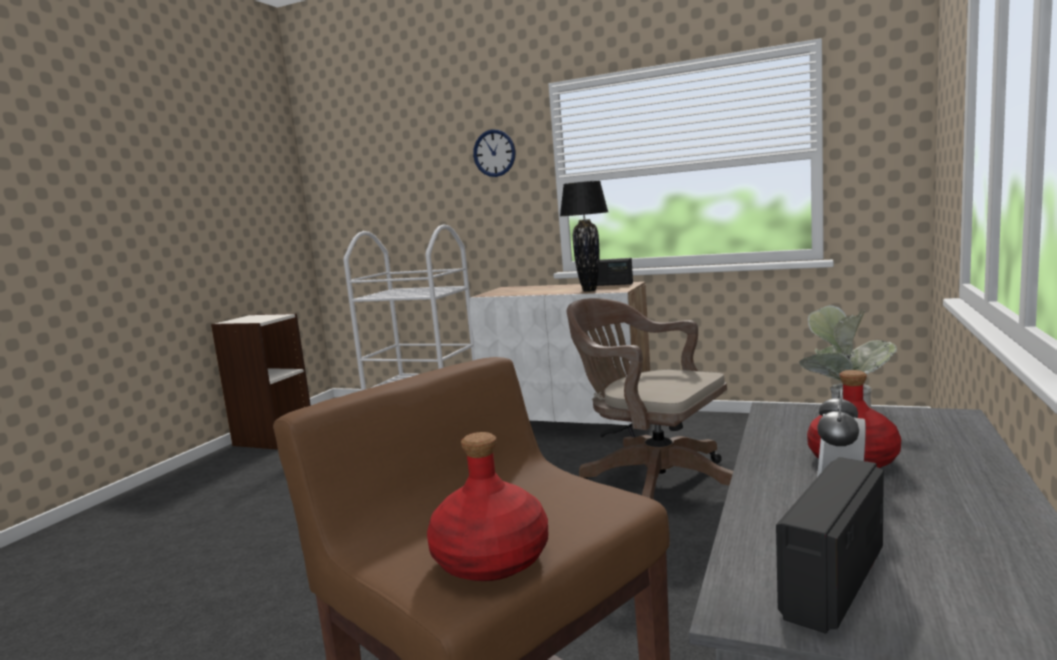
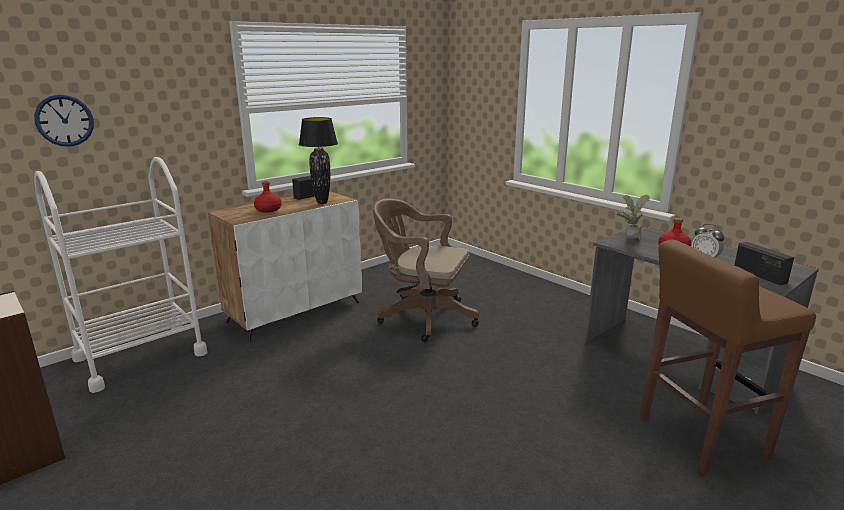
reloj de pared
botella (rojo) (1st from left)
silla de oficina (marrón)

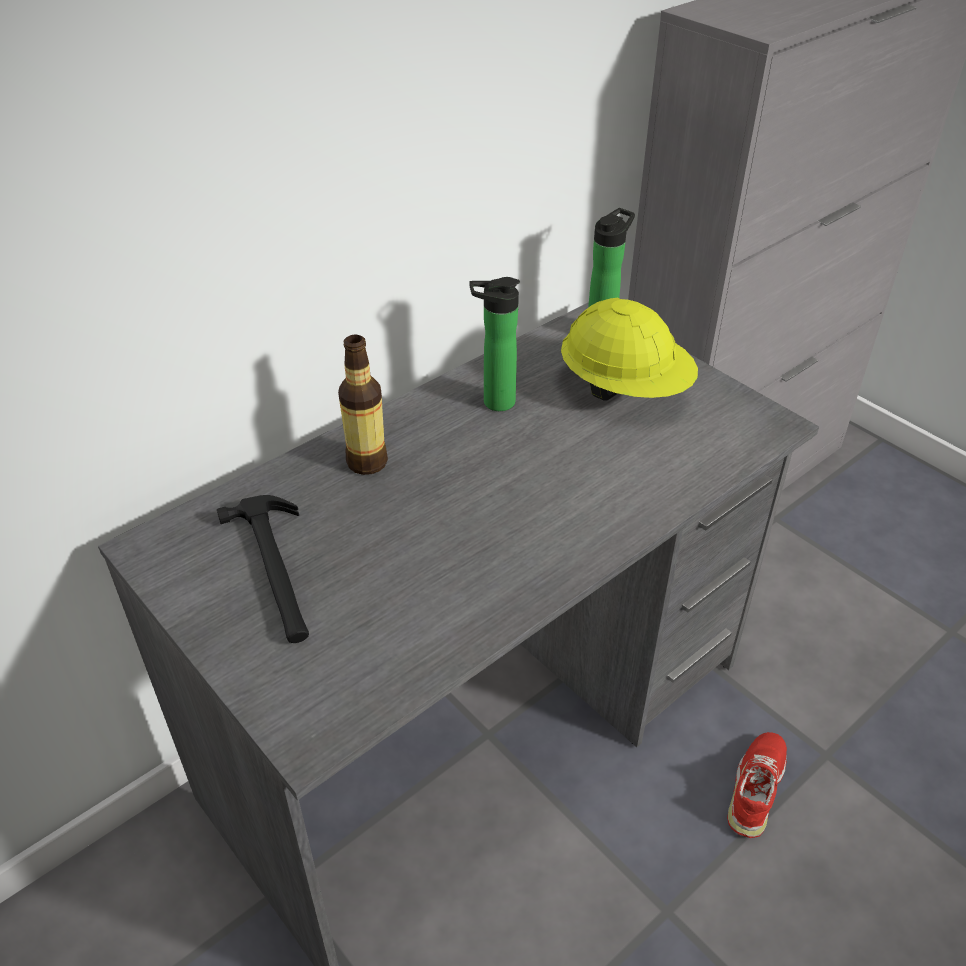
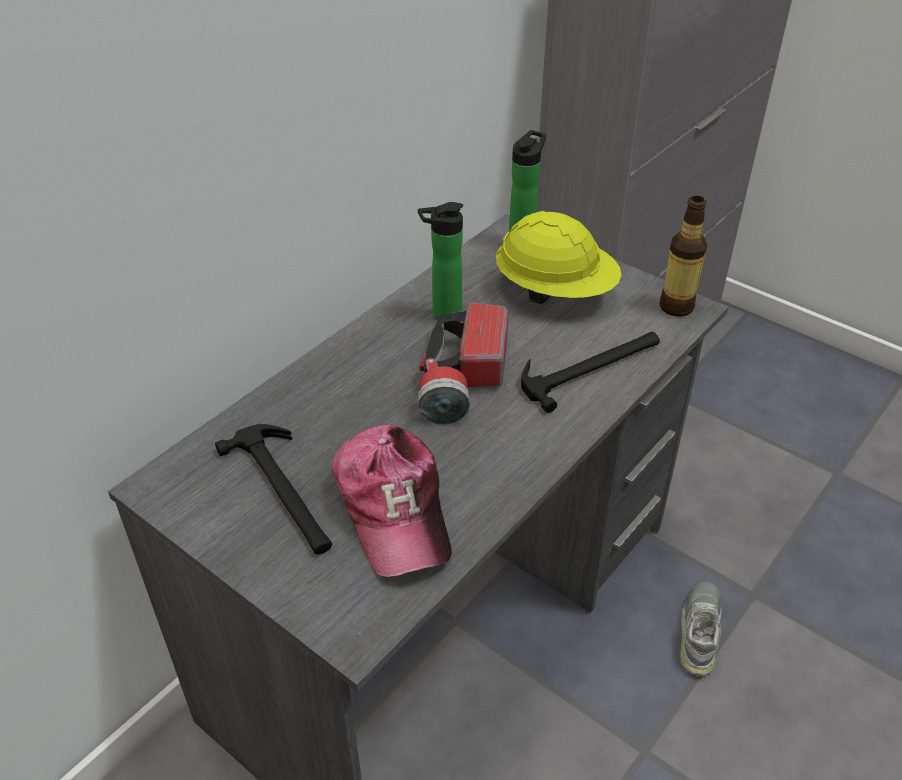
gorra
linterna
martillo (2nd from left)
botella (3rd from left)
zapato (gris)

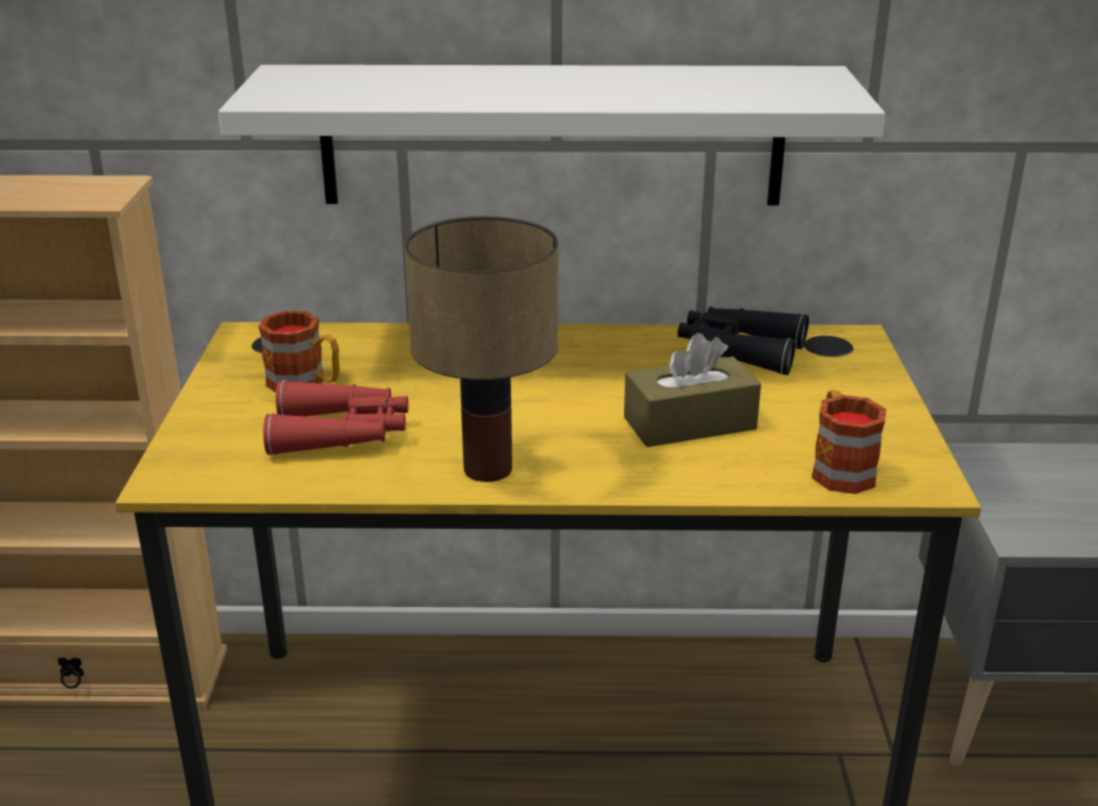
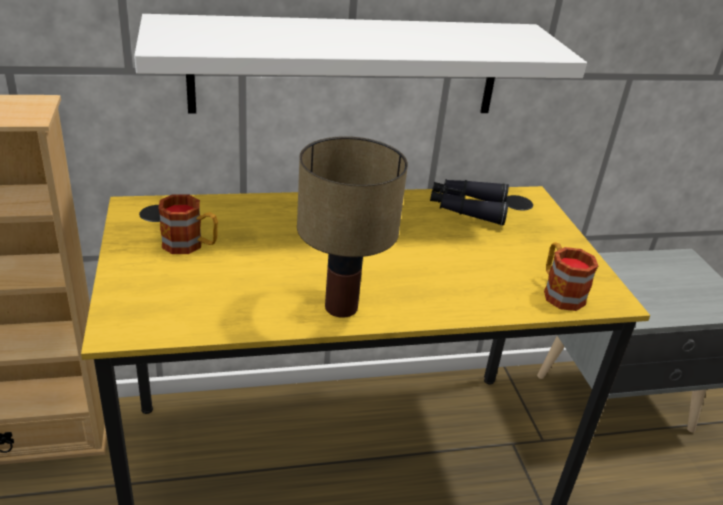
prismáticos (rojo)
caja de pañuelos (marrón)

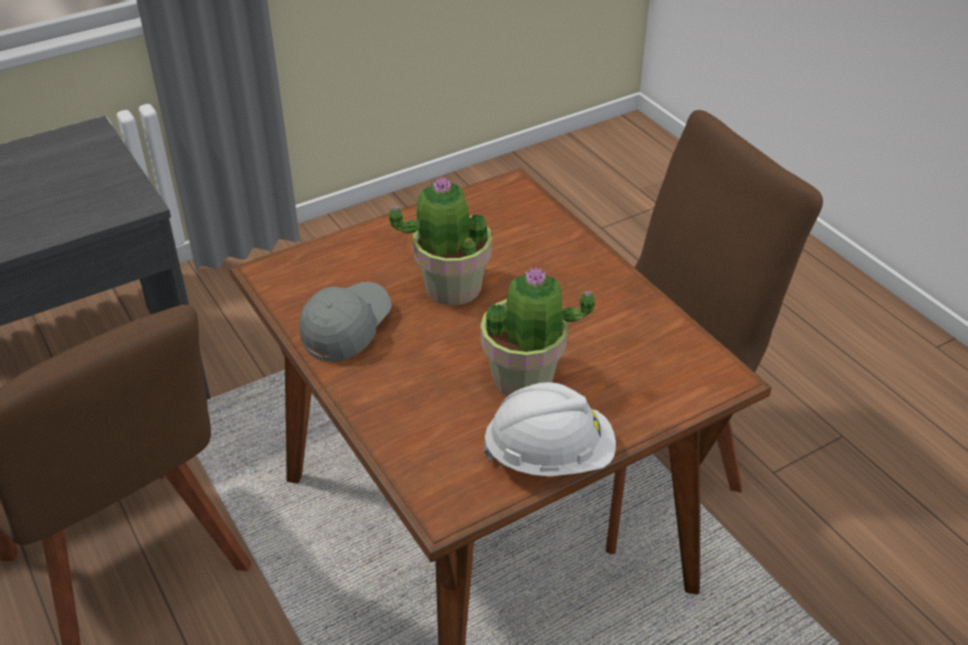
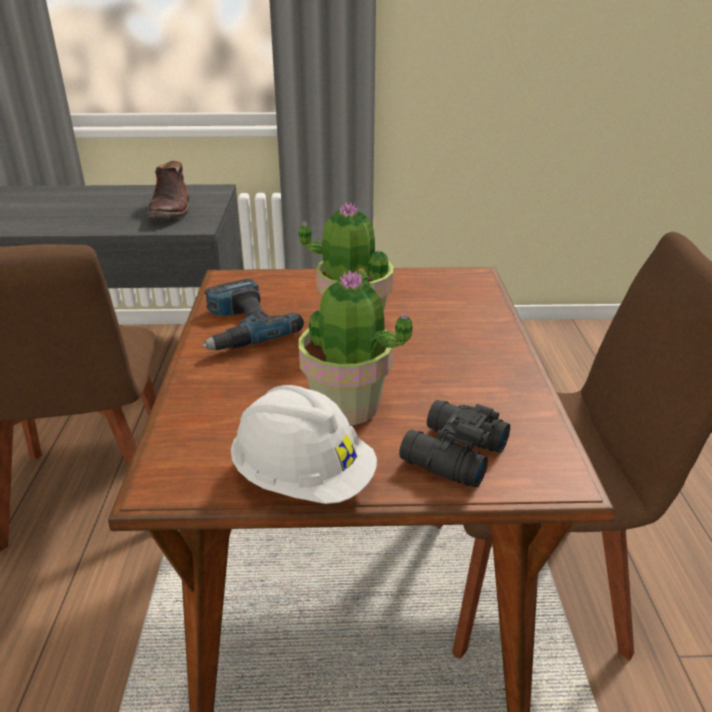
bota (marrón)
taladro
prismáticos (negro)

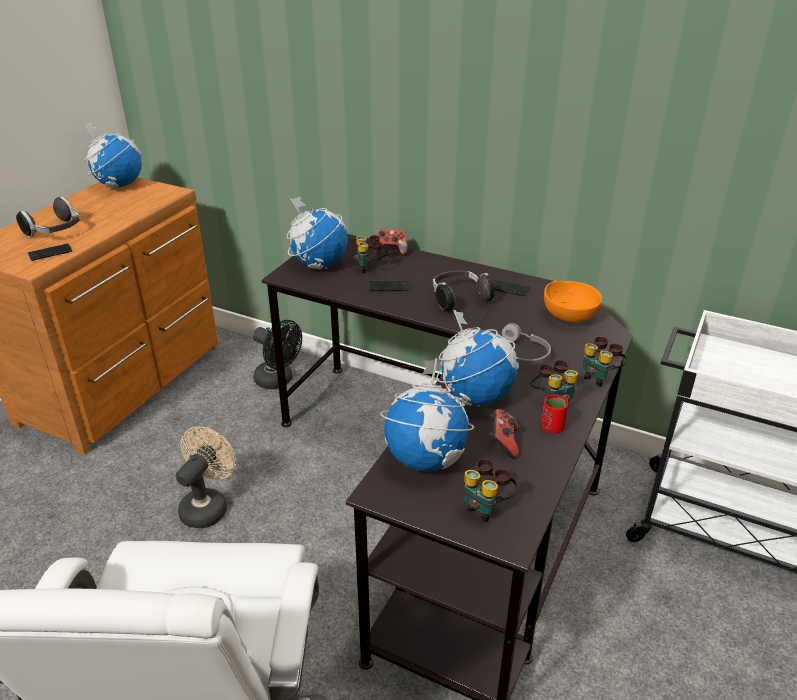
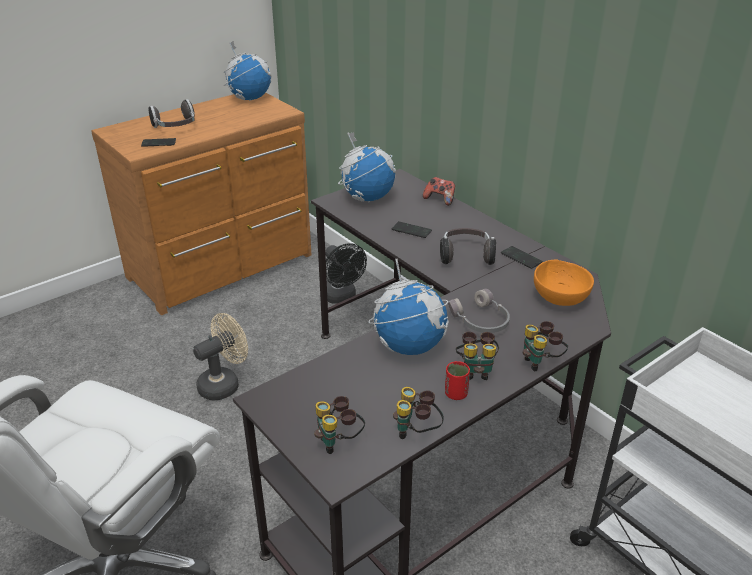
prismáticos (2nd from left)
globo terráqueo (3rd from left in the first image)
mando de consola (2nd from left in the first image)

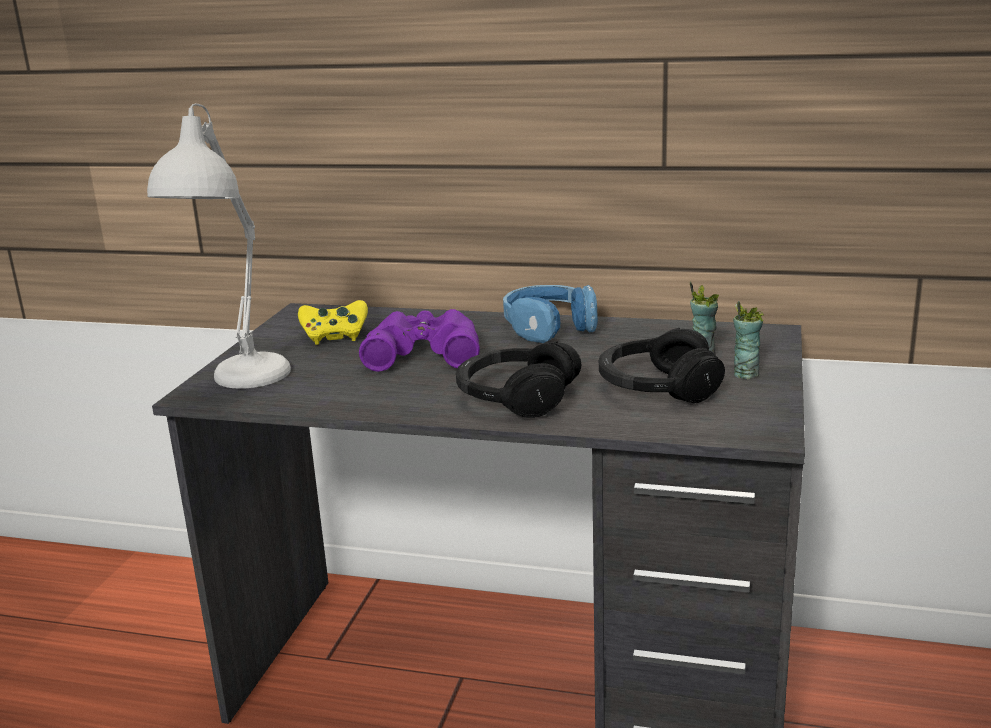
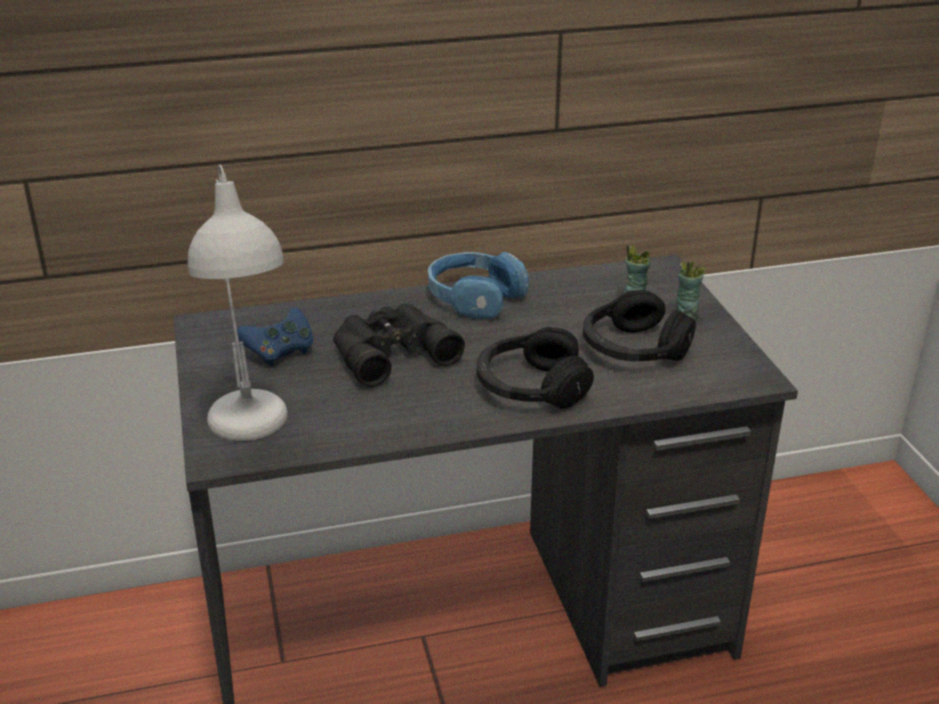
mando de consola (azul)
prismáticos (negro)

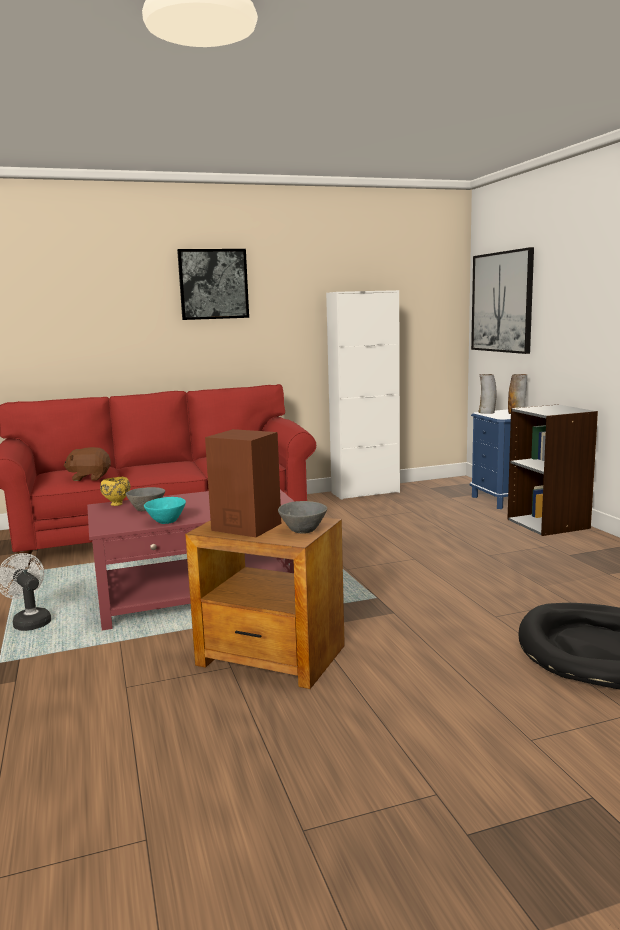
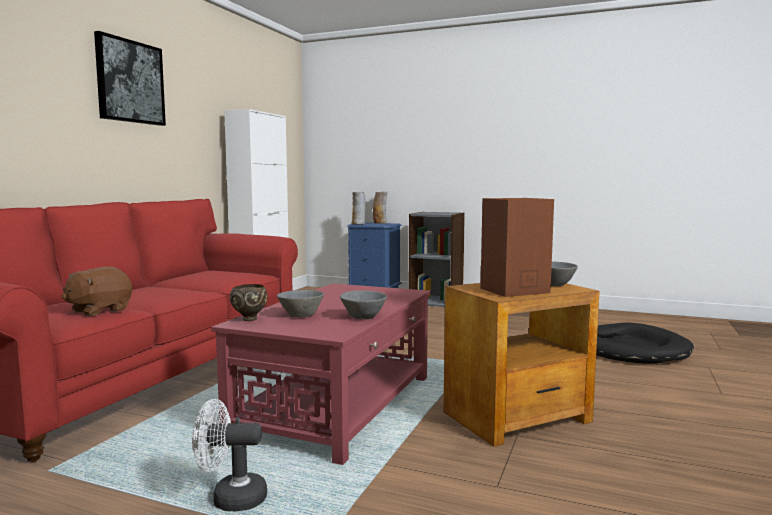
cuenco (marrón)
cuenco (gris) (2nd from left)
cuadro (2nd from left in the first image)

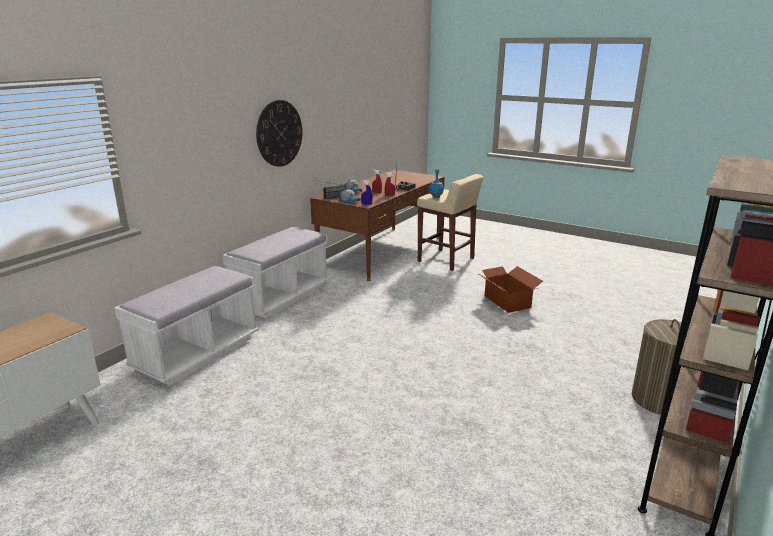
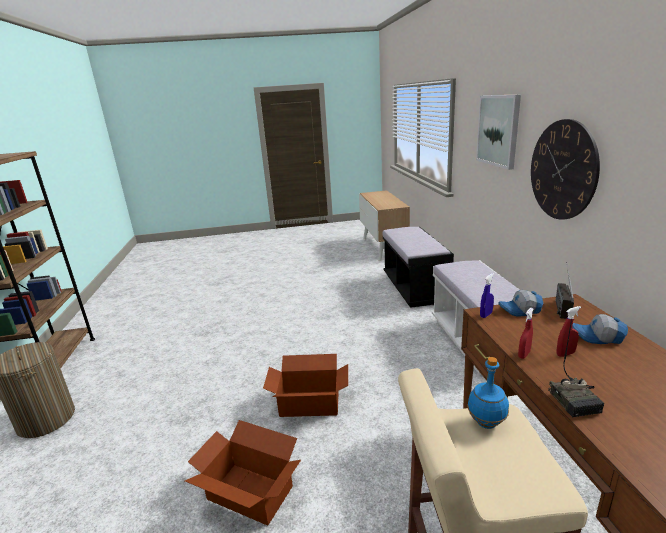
caja de cartón (2nd from left)
banco (negro)
cuadro

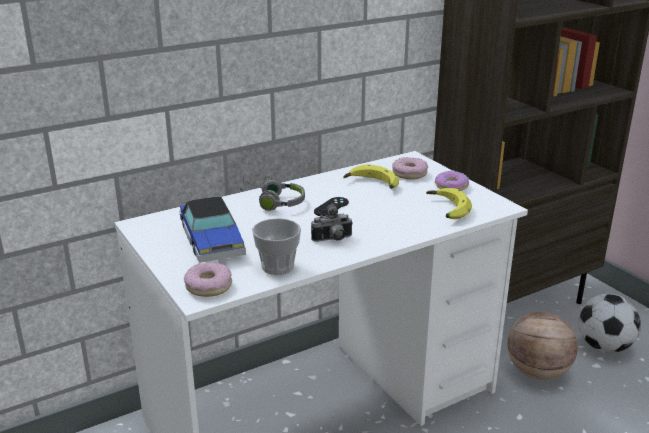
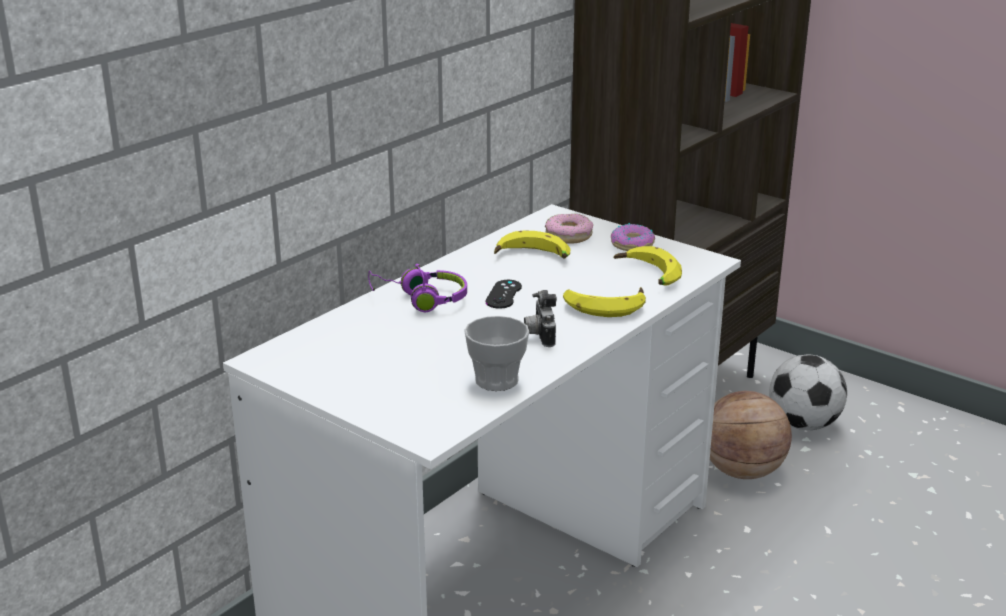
auriculares (morado)
cámara
plátano (2nd from left)
coche de juguete
rosquilla (1st from left in the first image)

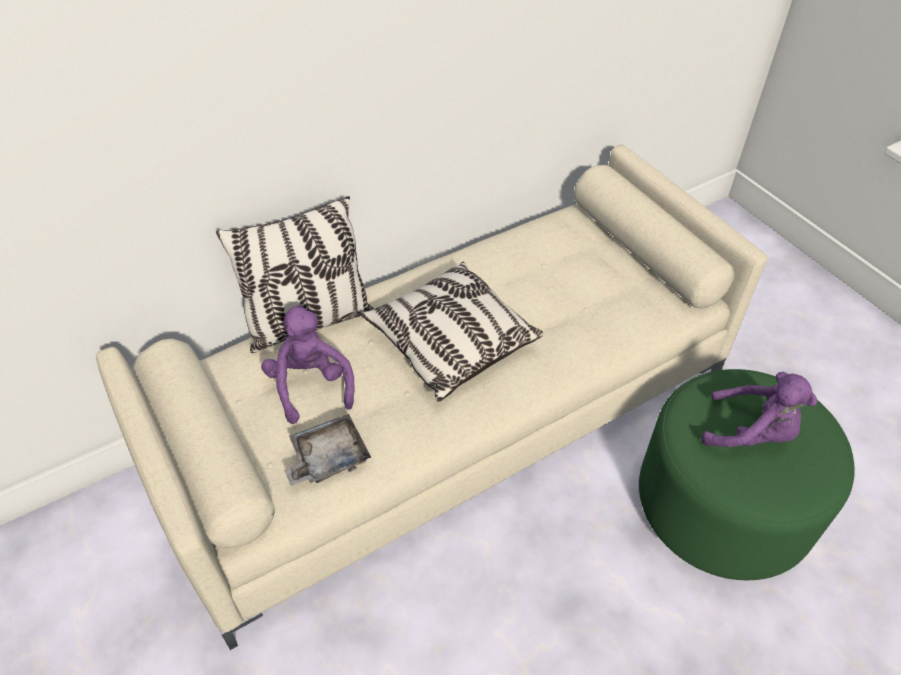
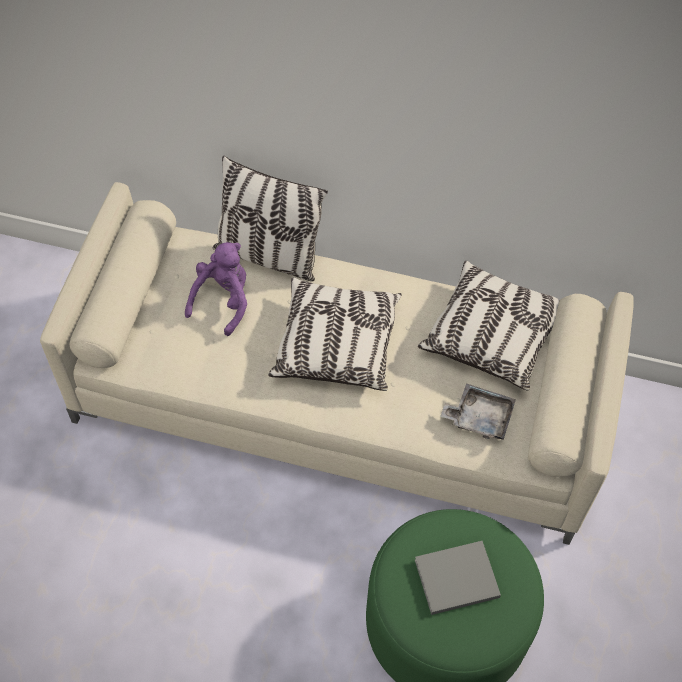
libro (gris)
cojín (3rd from left)
bandeja (gris)

